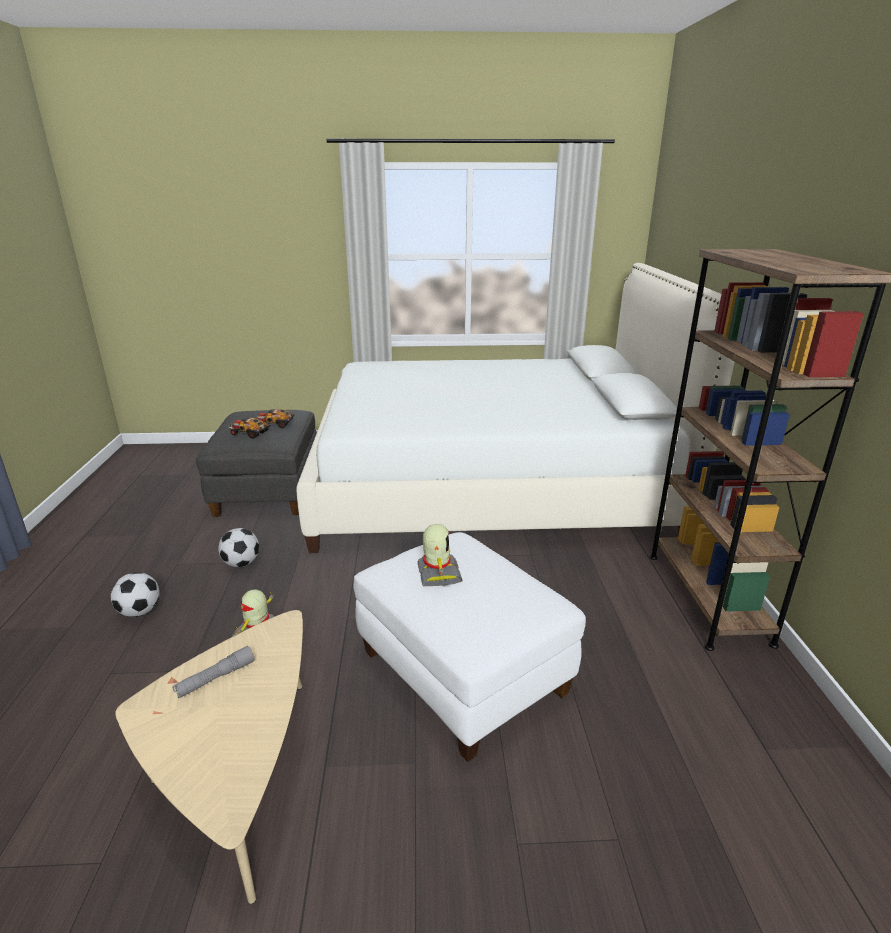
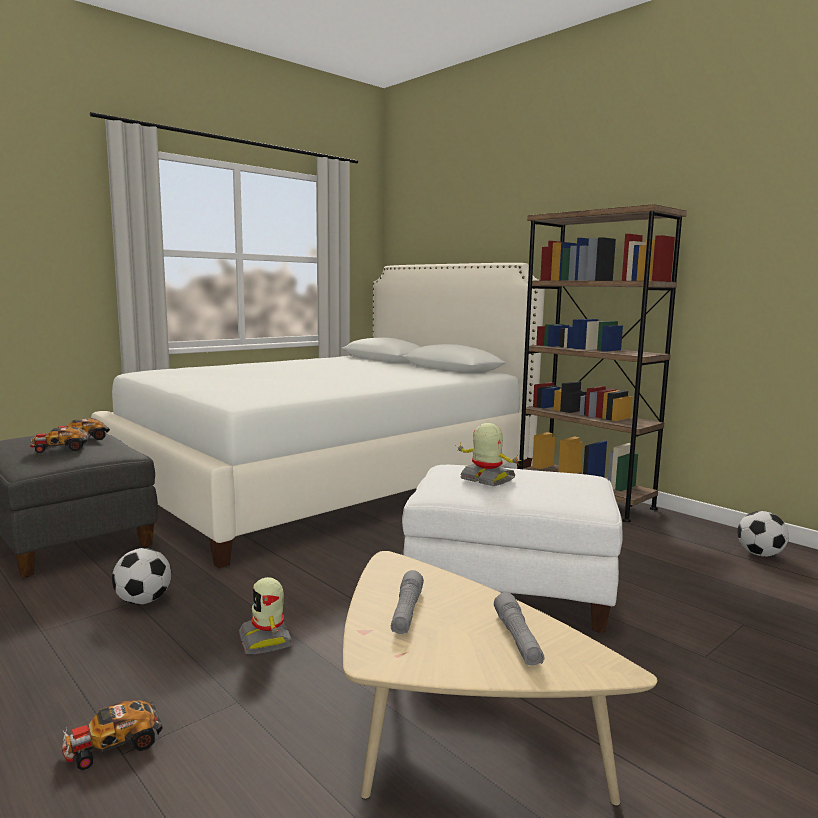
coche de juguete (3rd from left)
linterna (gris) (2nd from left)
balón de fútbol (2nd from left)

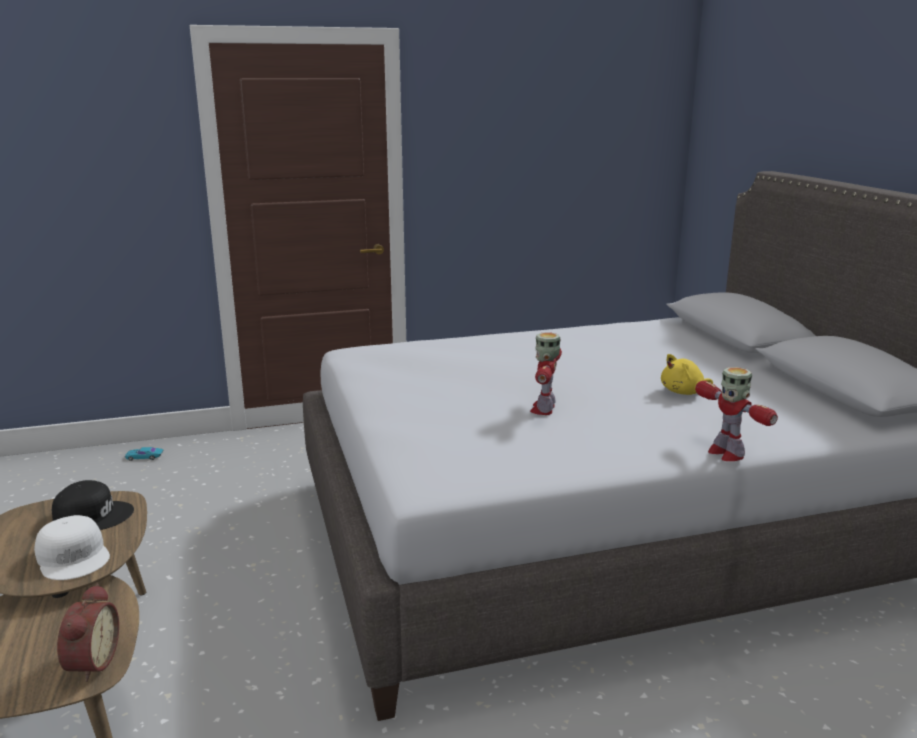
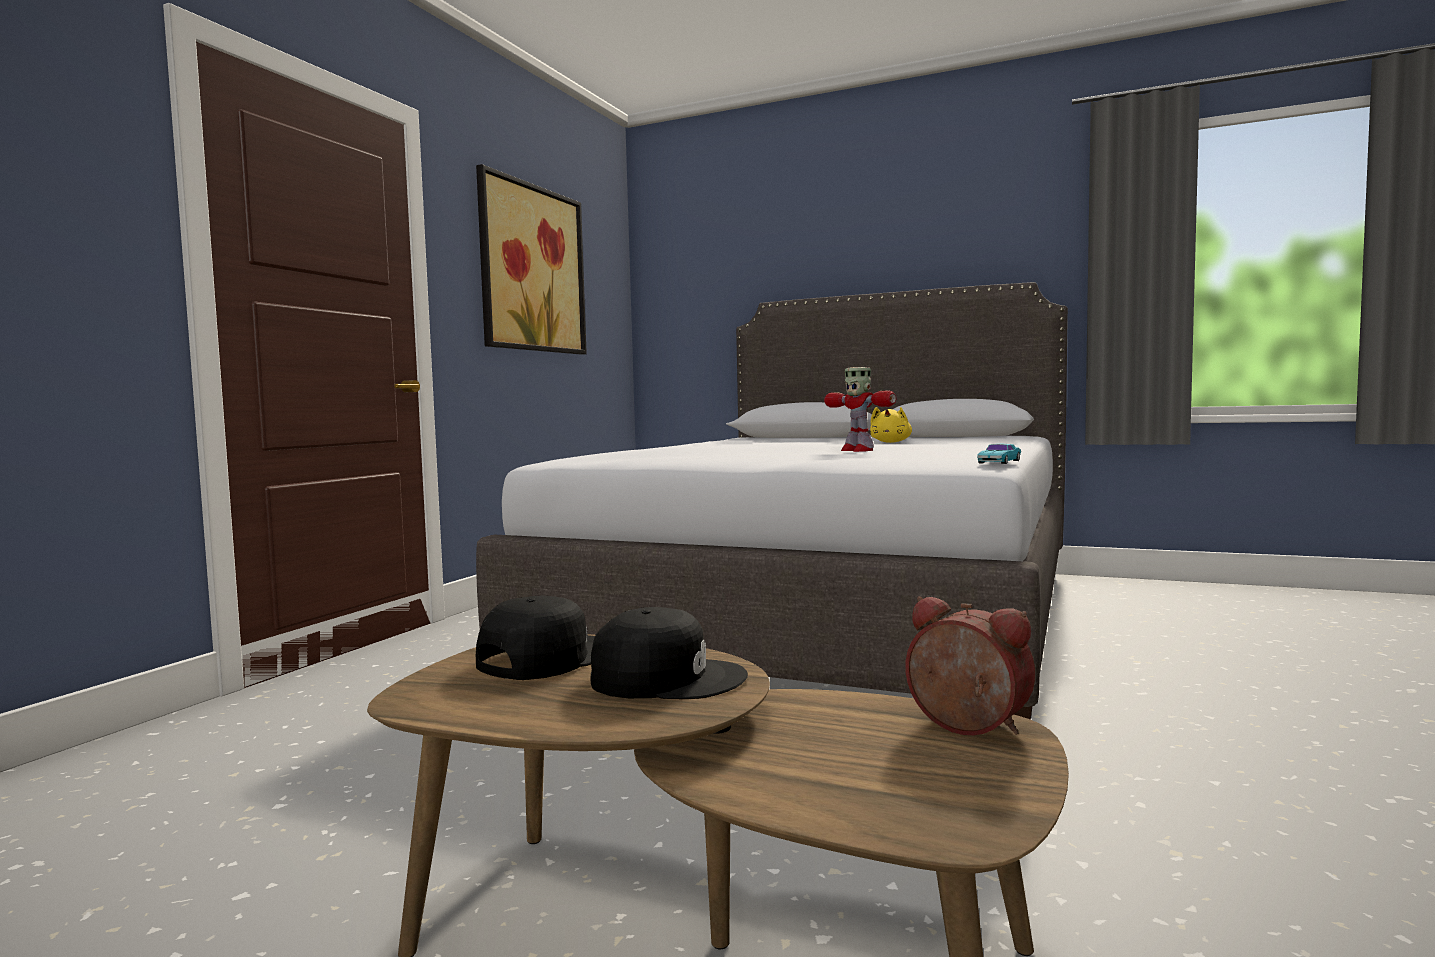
cuadro
gorra (negro) (2nd from left)
coche de juguete (turquesa)
robot de juguete (2nd from left in the first image)

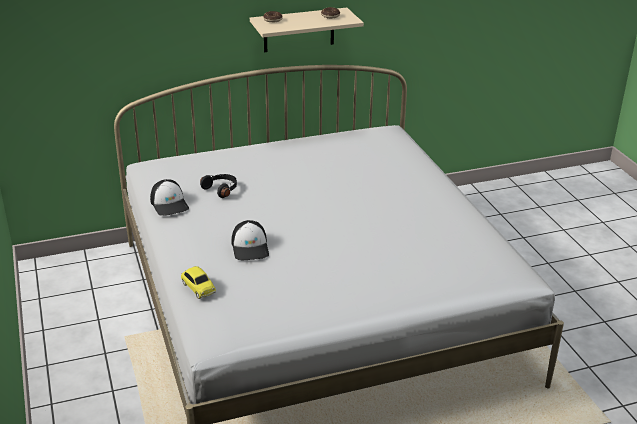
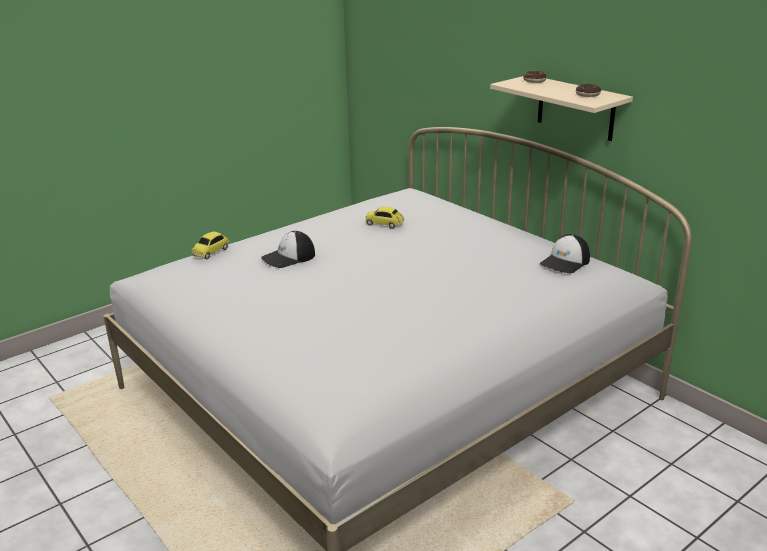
coche de juguete (2nd from left)
gorra (2nd from left)

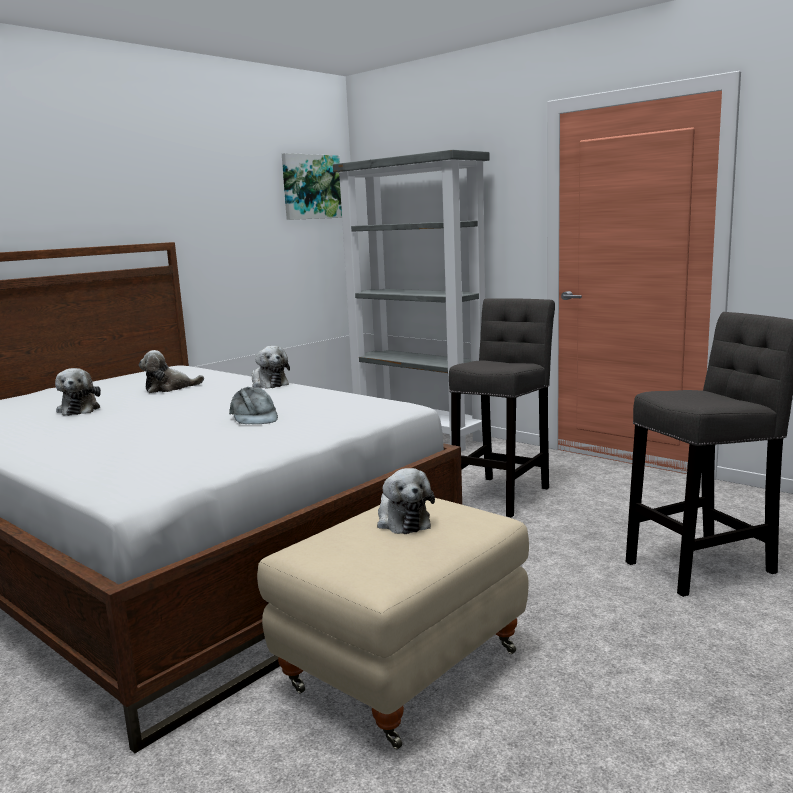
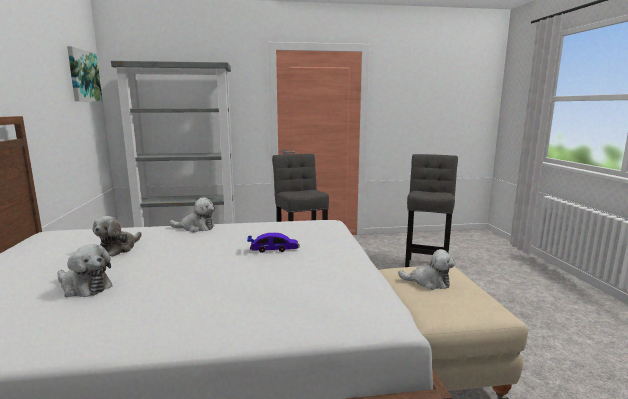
coche de juguete

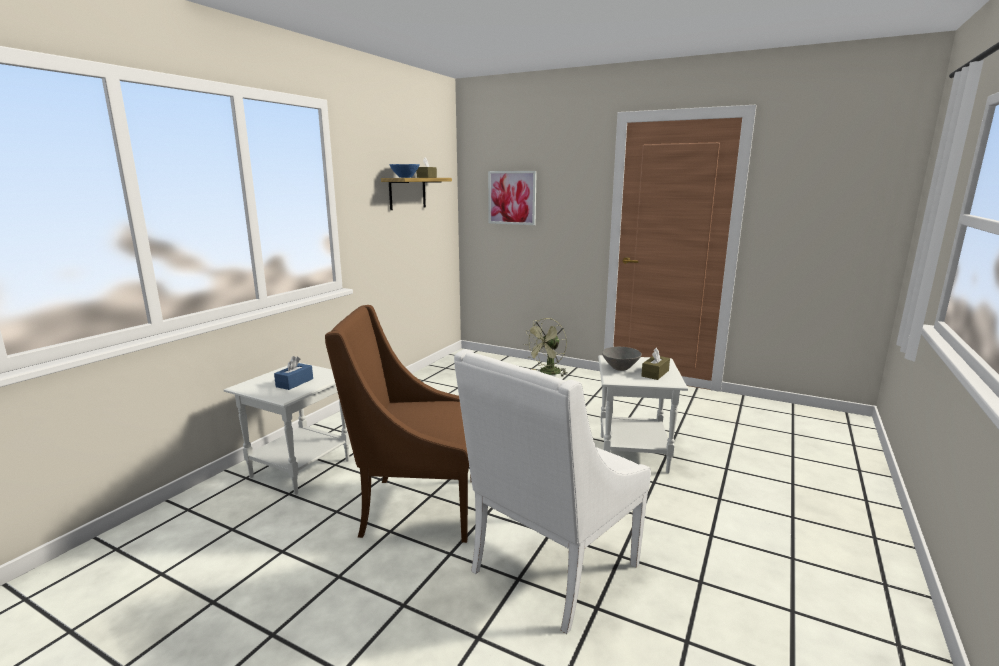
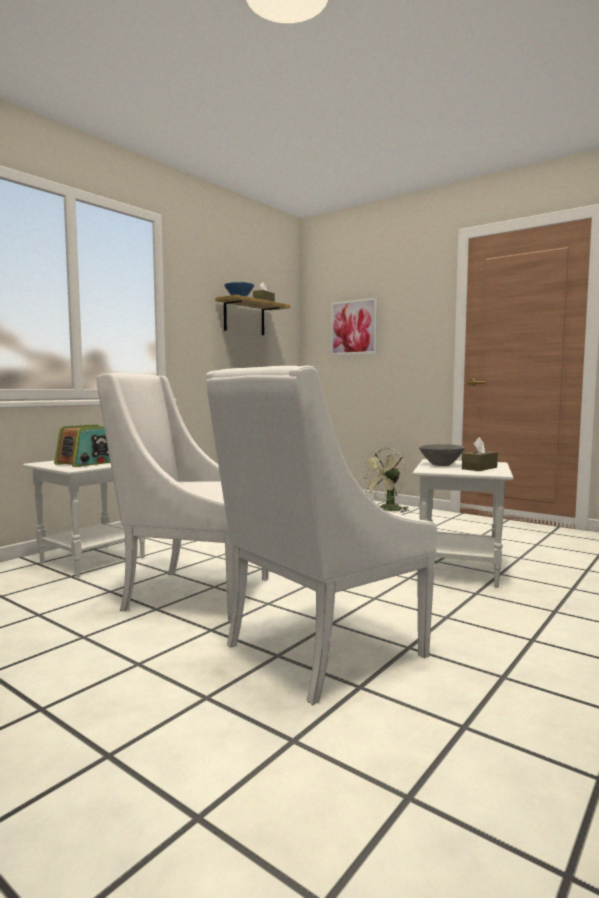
radio
sillón (blanco) (1st from left)

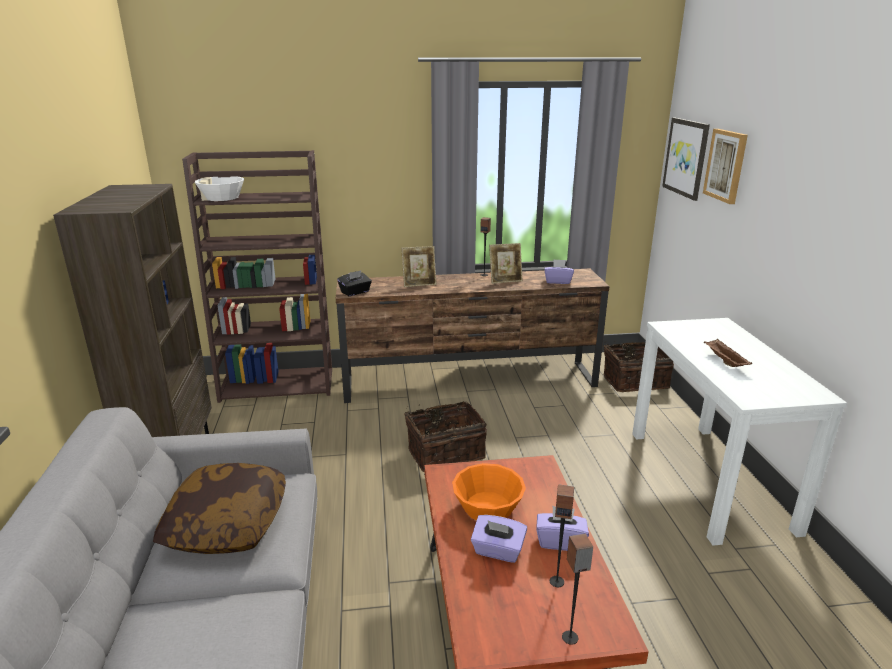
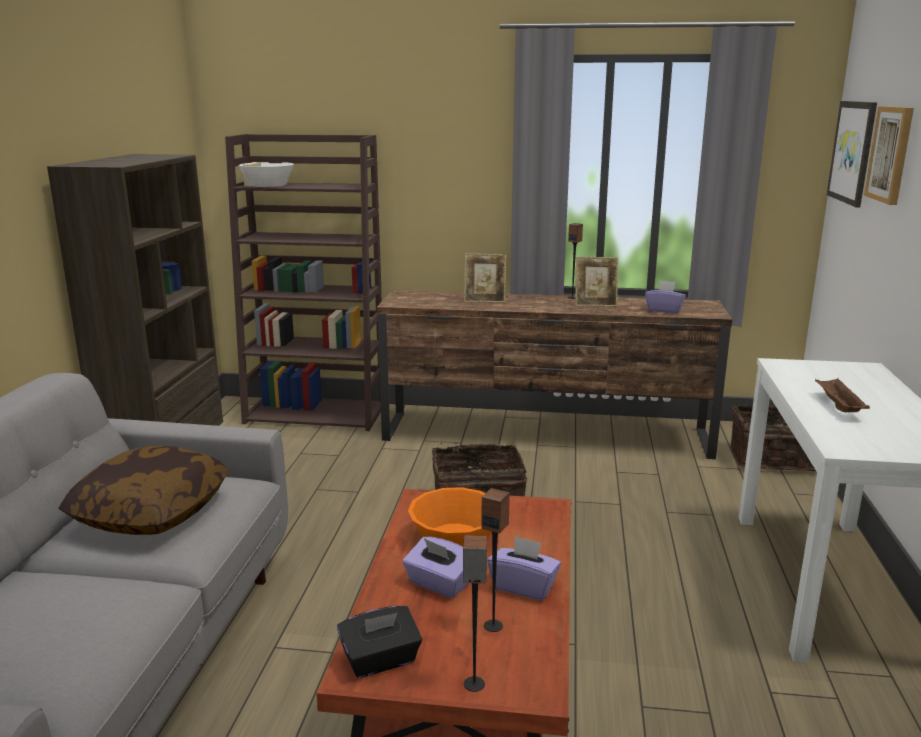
caja de pañuelos (negro)

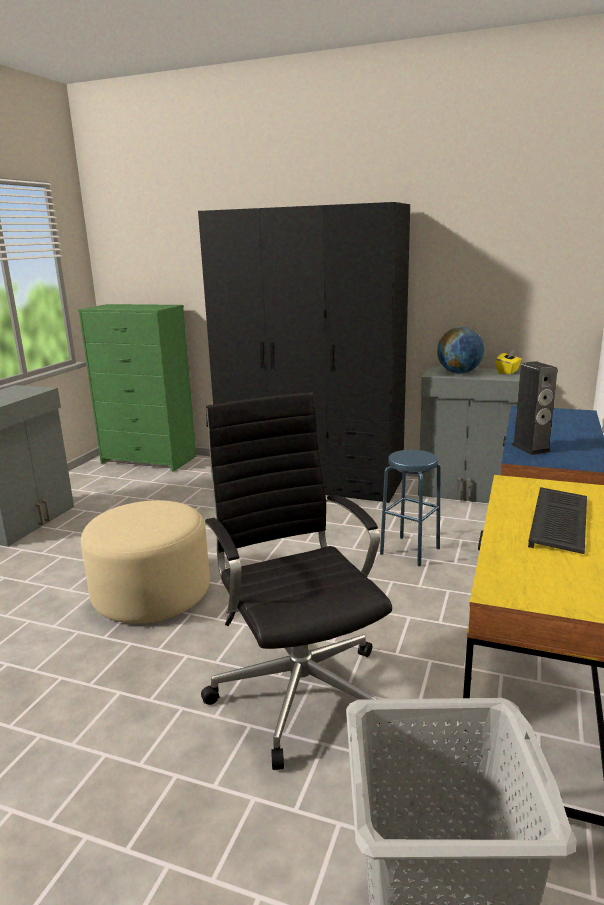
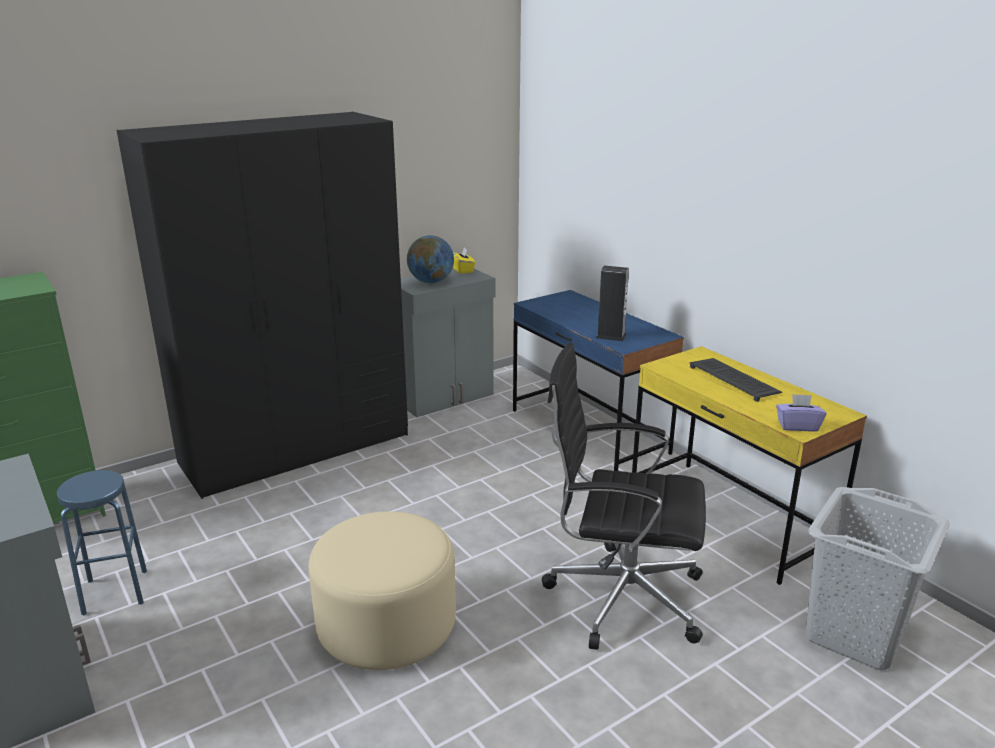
taburete (azul)
caja de pañuelos (morado)

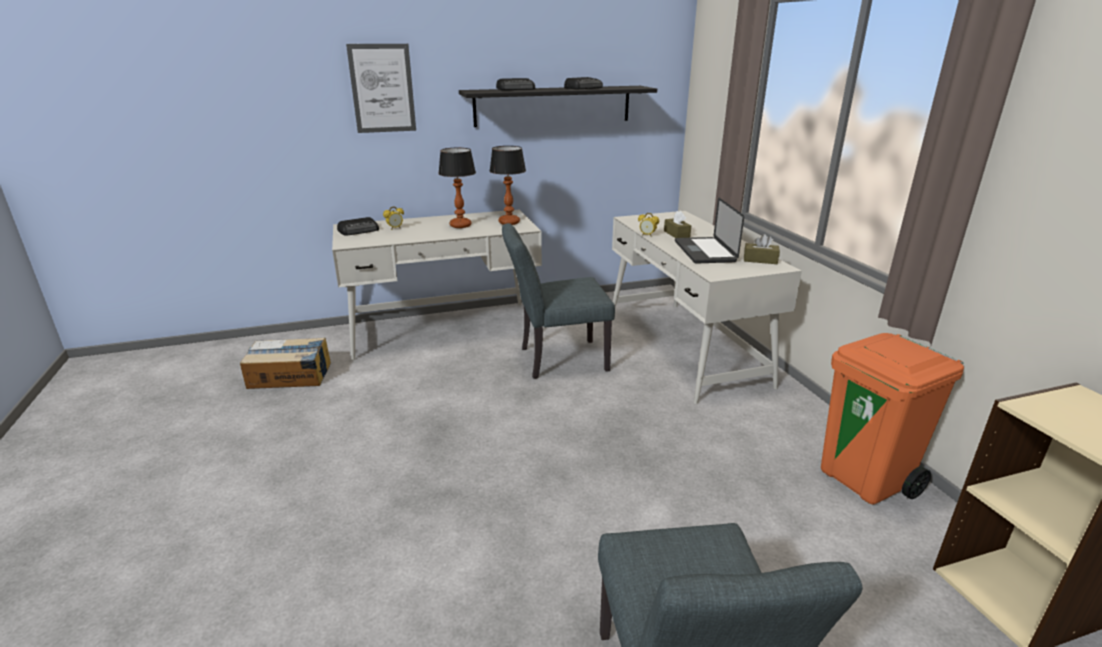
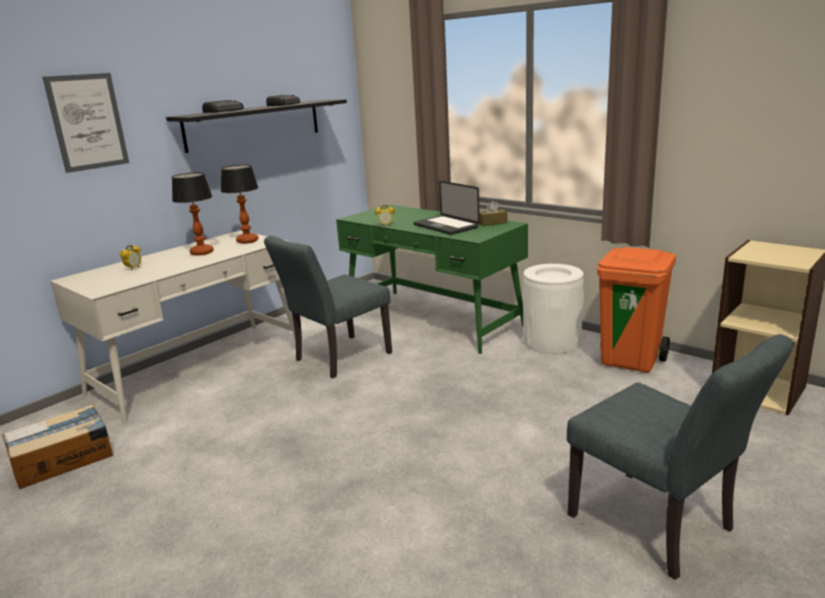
escritorio (verde)
papelera (blanco)
radio (1st from left in the first image)
caja de pañuelos (marrón) (1st from left in the first image)

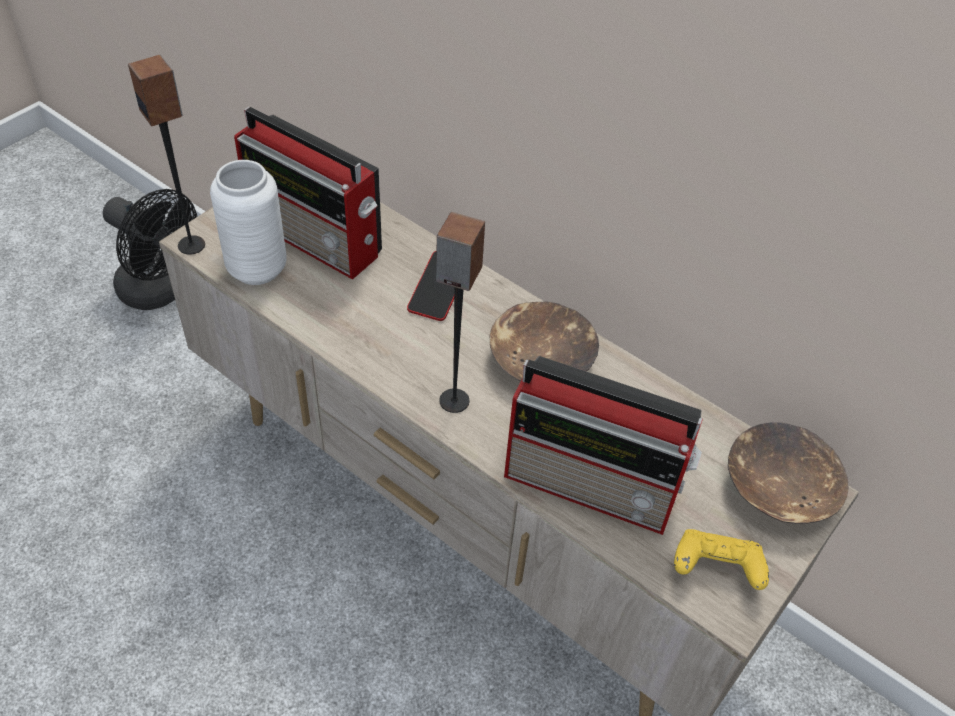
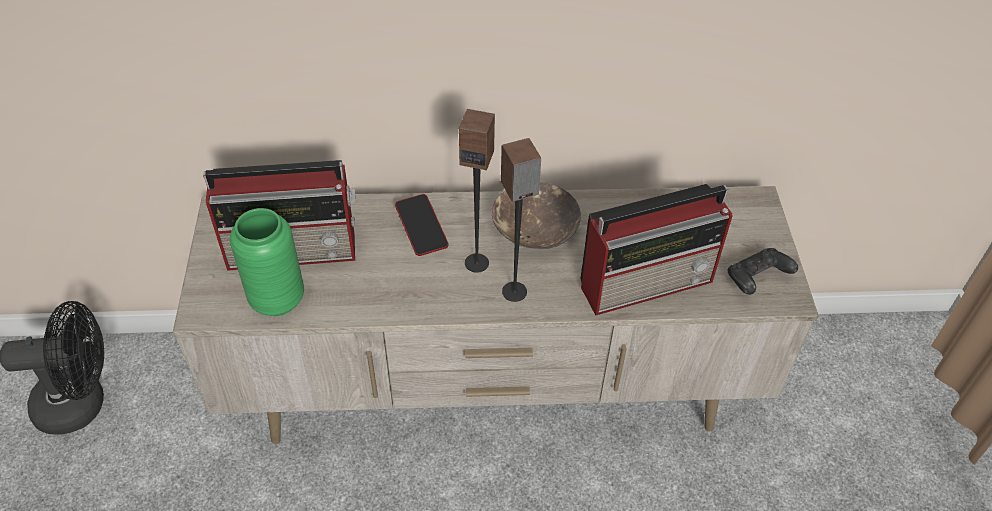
florero (verde)
altavoz (1st from left)
mando de consola (negro)
cuenco (marrón) (2nd from left in the first image)

